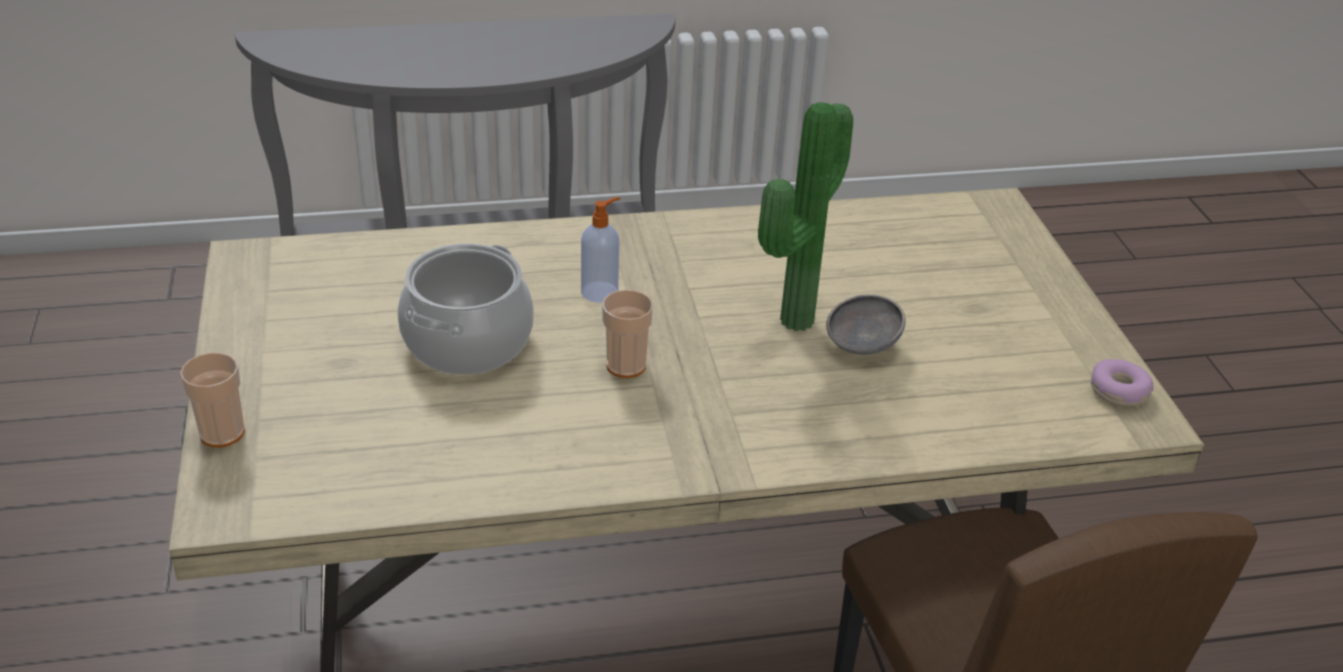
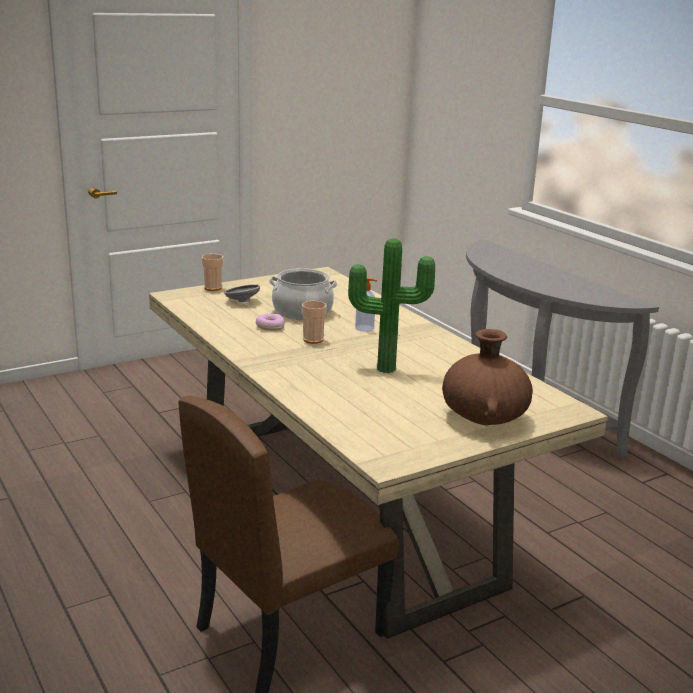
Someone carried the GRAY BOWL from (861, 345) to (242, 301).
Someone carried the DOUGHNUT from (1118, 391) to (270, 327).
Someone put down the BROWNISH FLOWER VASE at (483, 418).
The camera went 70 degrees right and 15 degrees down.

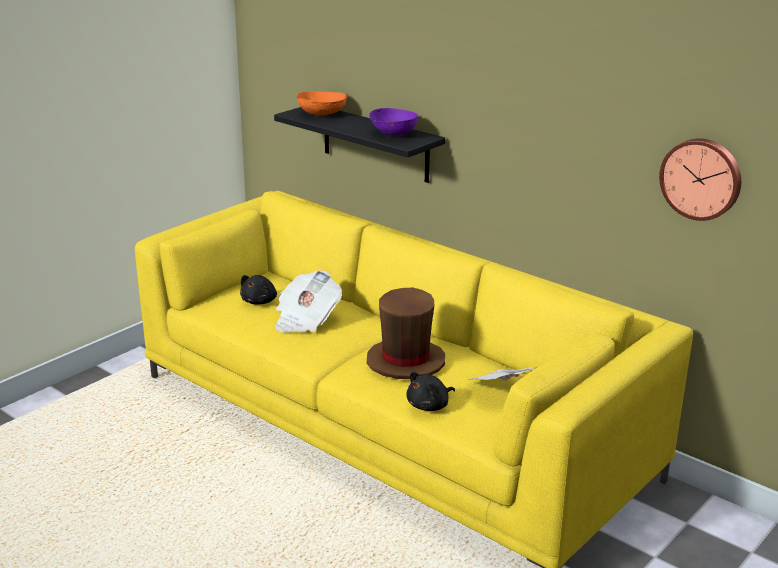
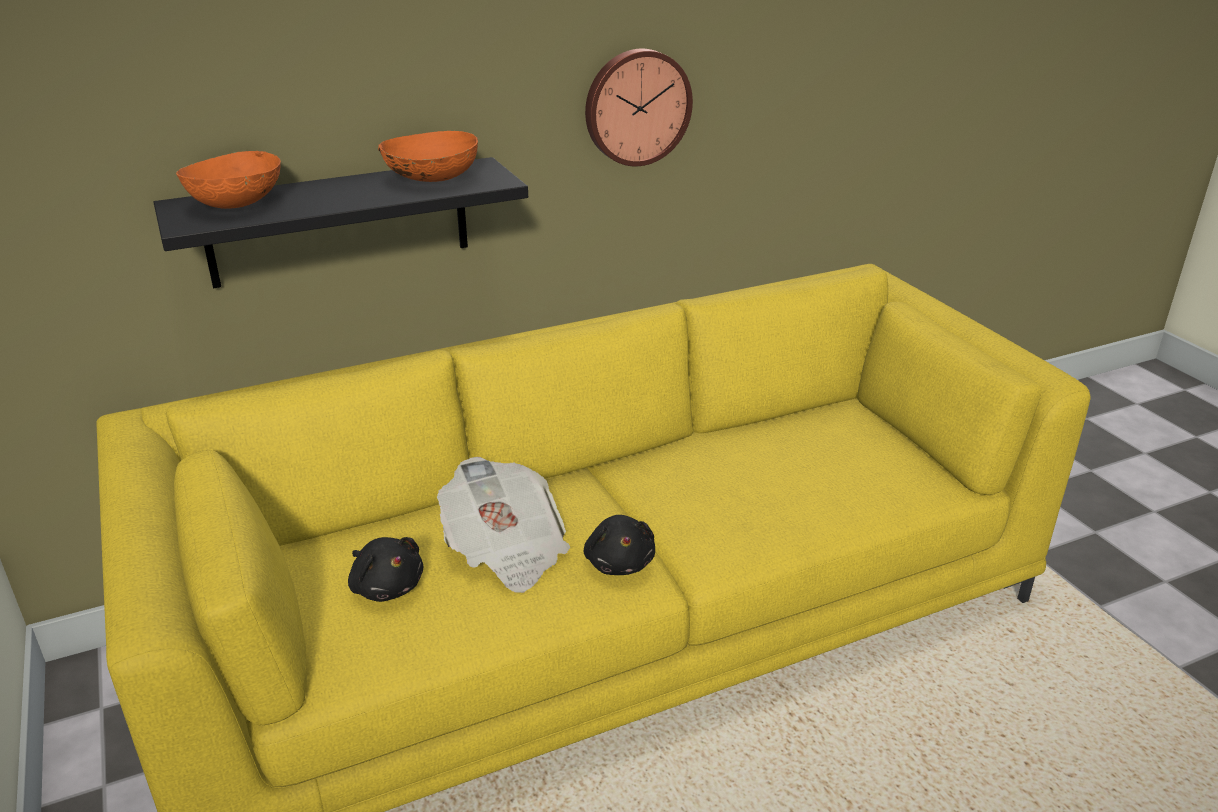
Someone repainted the PURPLISH BOWL at (392, 134), which became the ORANGE-COLOURED BOWL at (431, 180).
Someone carried the BLACK-COLOURED CUDDLY TOY from (429, 406) to (619, 562).
Someone carried the CLOCK ON THE WALL from (701, 178) to (636, 107).
Someone took away the BROWNISH HAT at (405, 361).
Someone took away the PRINTED PAPER at (503, 391).
The camera went 65 degrees left and 5 degrees up.

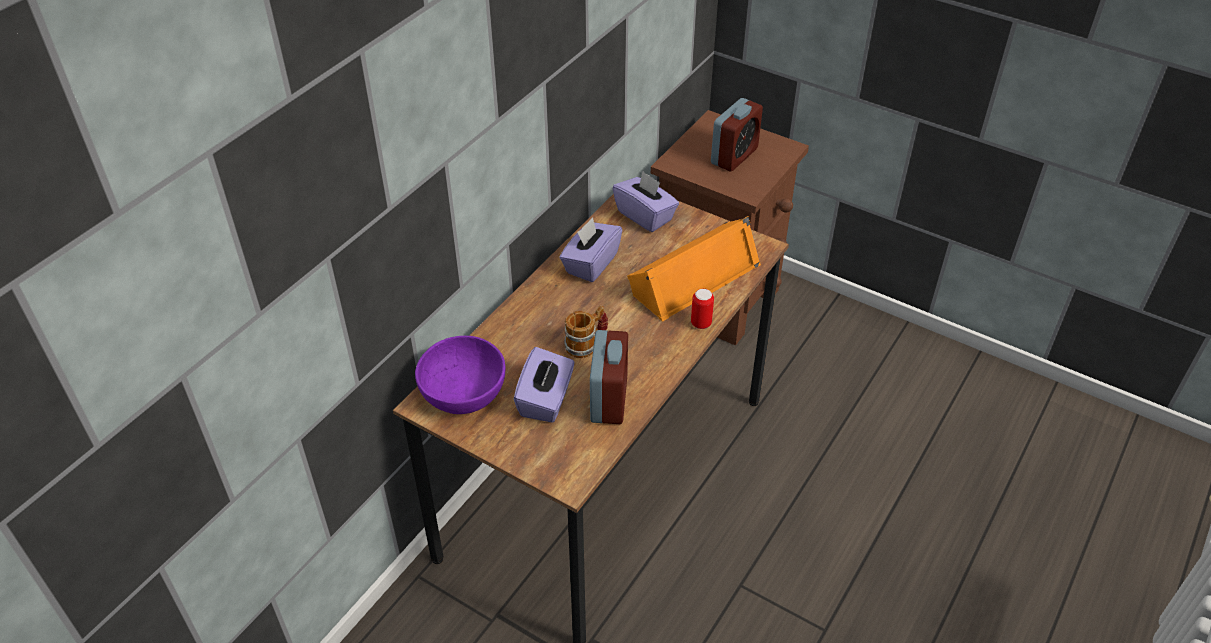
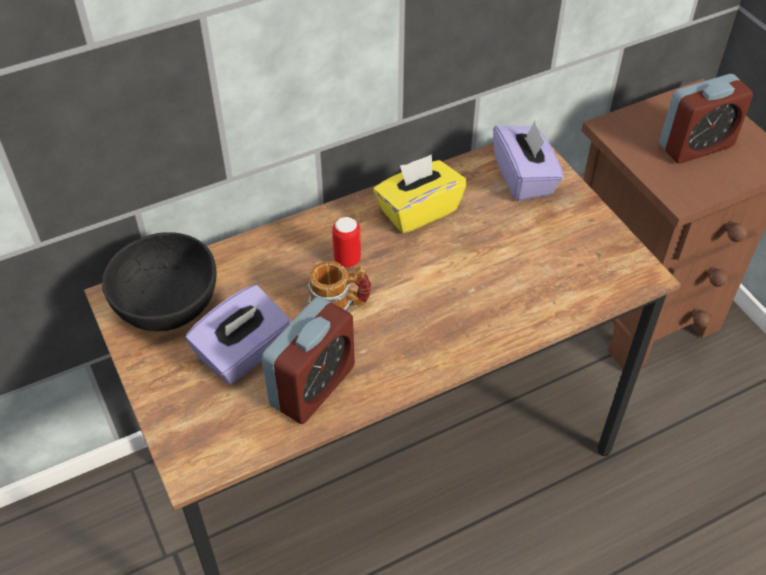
Someone repainted the PURPLISH BOWL at (463, 392), which became the BLACK-COLOURED BOWL at (166, 302).
Someone carried the SEALED CAN from (701, 323) to (347, 260).
Someone repainted the PURPLISH TISSUE BOX at (591, 263), which became the YELLOWISH TISSUE BOX at (418, 211).
Someone took away the ORANGE-COLOURED AUDIO SPEAKER at (693, 276).
The camera went 30 degrees right and 5 degrees up.

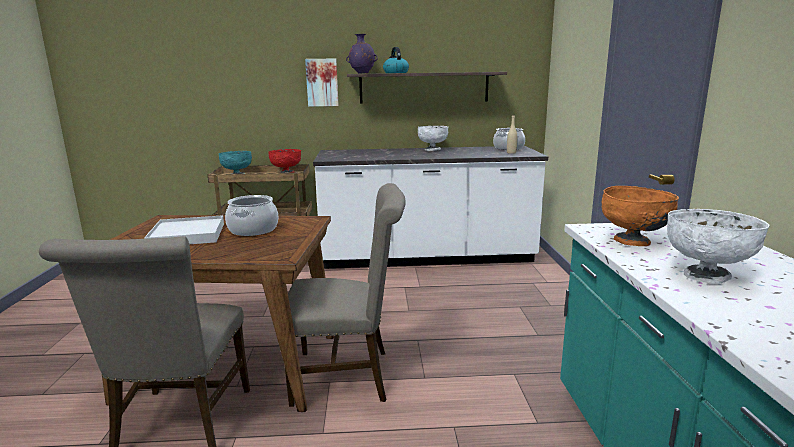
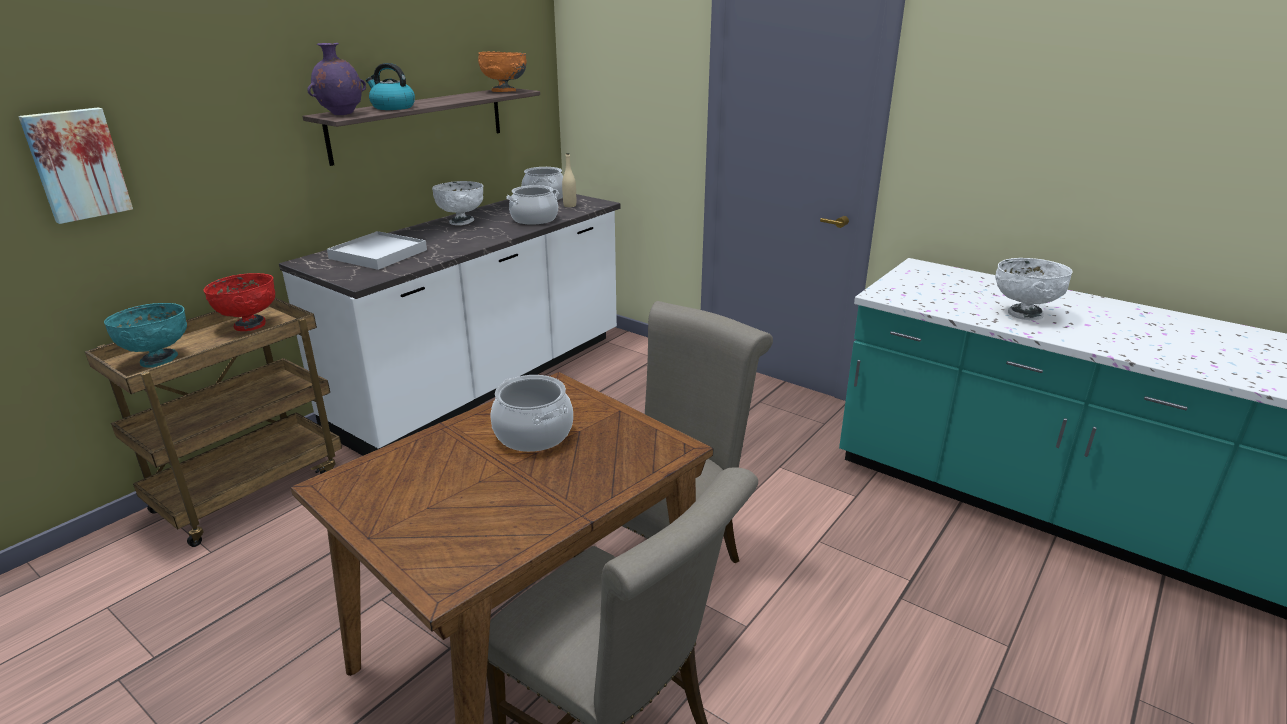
Someone carried the PICTURE from (322, 82) to (77, 164).
Someone carried the WHITE SERVING TRAY from (187, 235) to (378, 254).
Someone carried the ORANGE-COLOURED BOWL from (633, 242) to (504, 91).
Someone put down the STOCKPOT at (534, 219).
The camera went 50 degrees left and 10 degrees up.

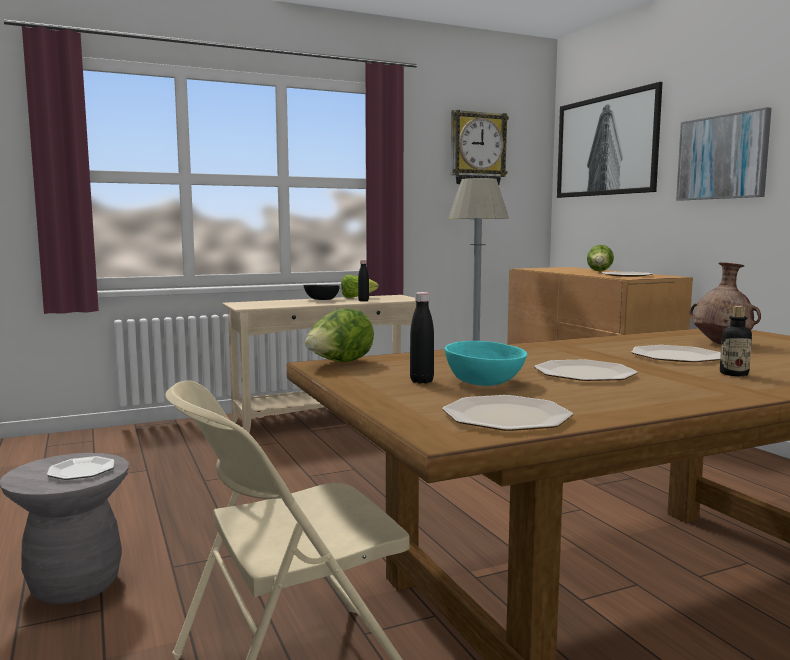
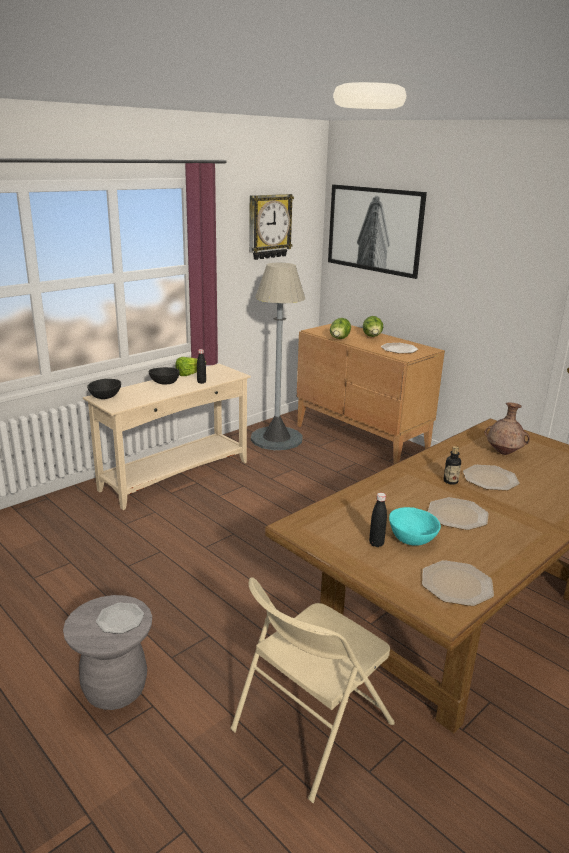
Someone put down the BLACK-COLOURED BOWL at (105, 396).
Someone carried the HEAD OF LETTUCE from (339, 363) to (339, 339).
Someone carried the BEVERAGE BOTTLE from (734, 374) to (450, 481).
Someone took away the PICTURE at (722, 157).
The camera went 20 degrees left and 15 degrees up.

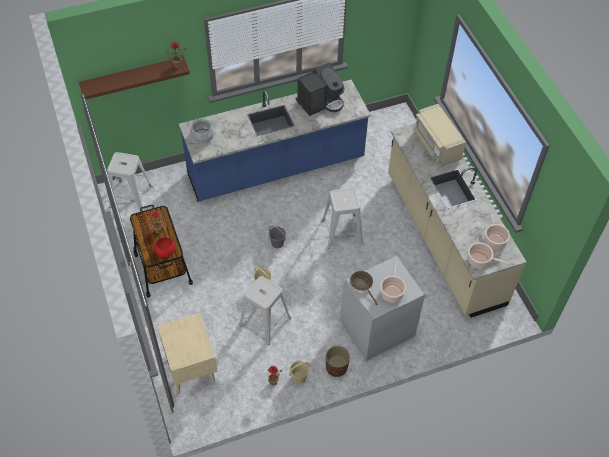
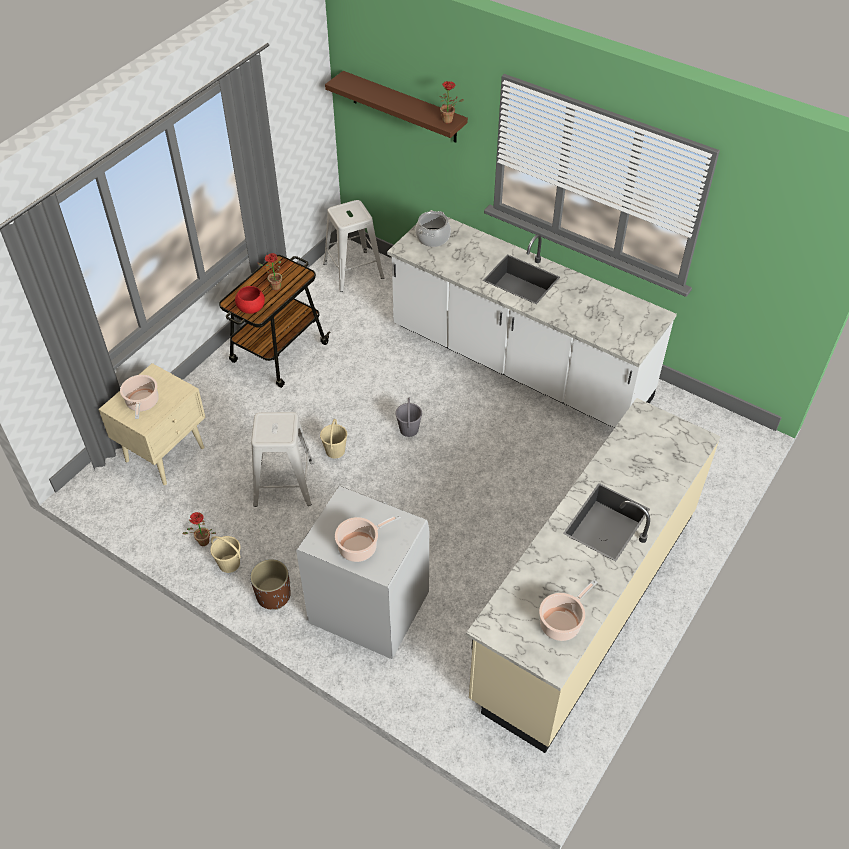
Someone carried the STOCKPOT from (480, 261) to (142, 403).
Someone repainted the BLUE COUNTER at (276, 168), which became the WHITE COUNTER at (519, 365).
Someone took away the COFFEE MAKER at (320, 102).
Someone took away the WHITE SITTING STOOL at (342, 231).
Someone took away the BROWNISH SKILLET at (362, 285).
Someone took away the SAND-COLOURED MICROWAVE OVEN at (436, 144).
The camera went 55 degrees right and 5 degrees down.

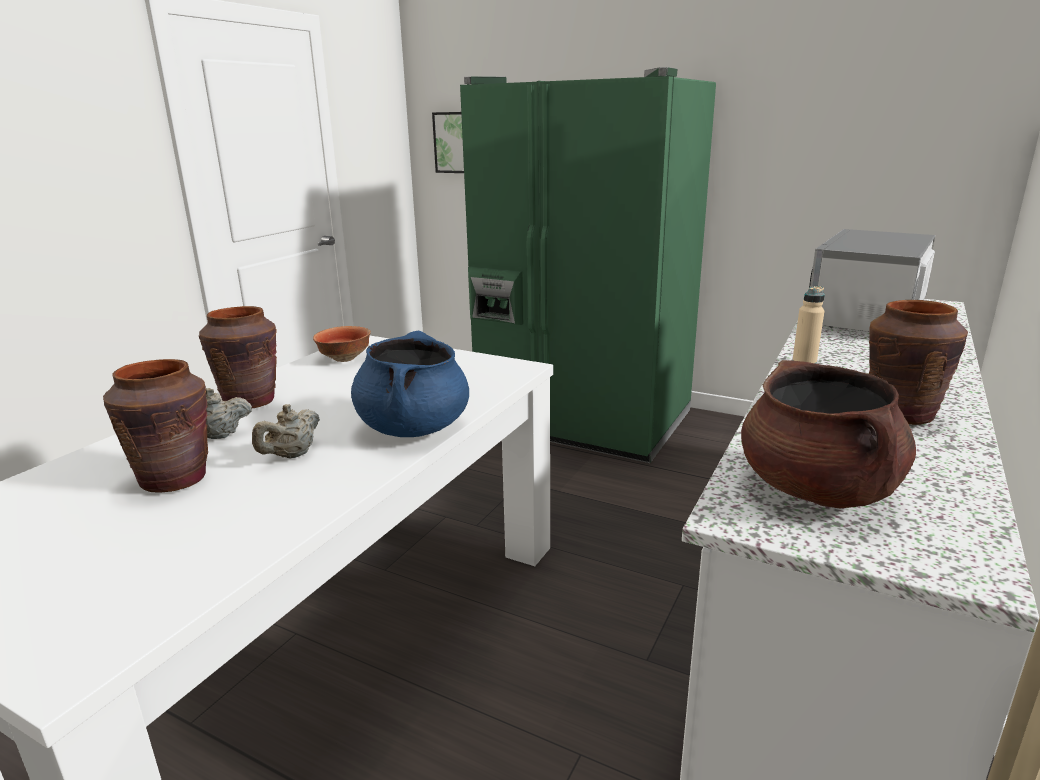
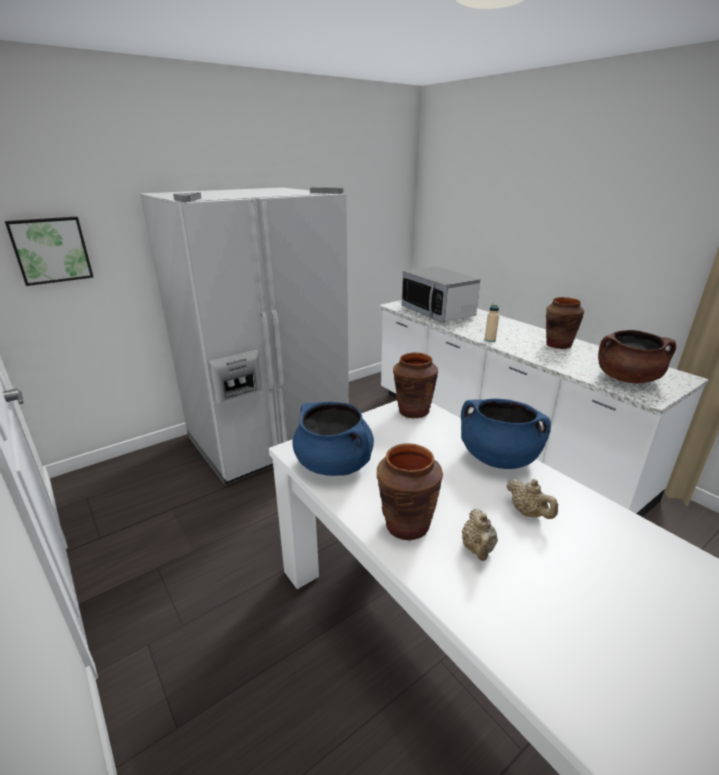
Someone repainted the GREEN KITCHEN FRIDGE at (585, 420), which became the WHITE KITCHEN FRIDGE at (269, 438).
Someone swapped the BOWL at (344, 359) for the BLUE STOCKPOT at (334, 464).
Someone carried the BROWNISH FLOWER VASE from (175, 479) to (413, 411).
The camera went 65 degrees left and 5 degrees up.

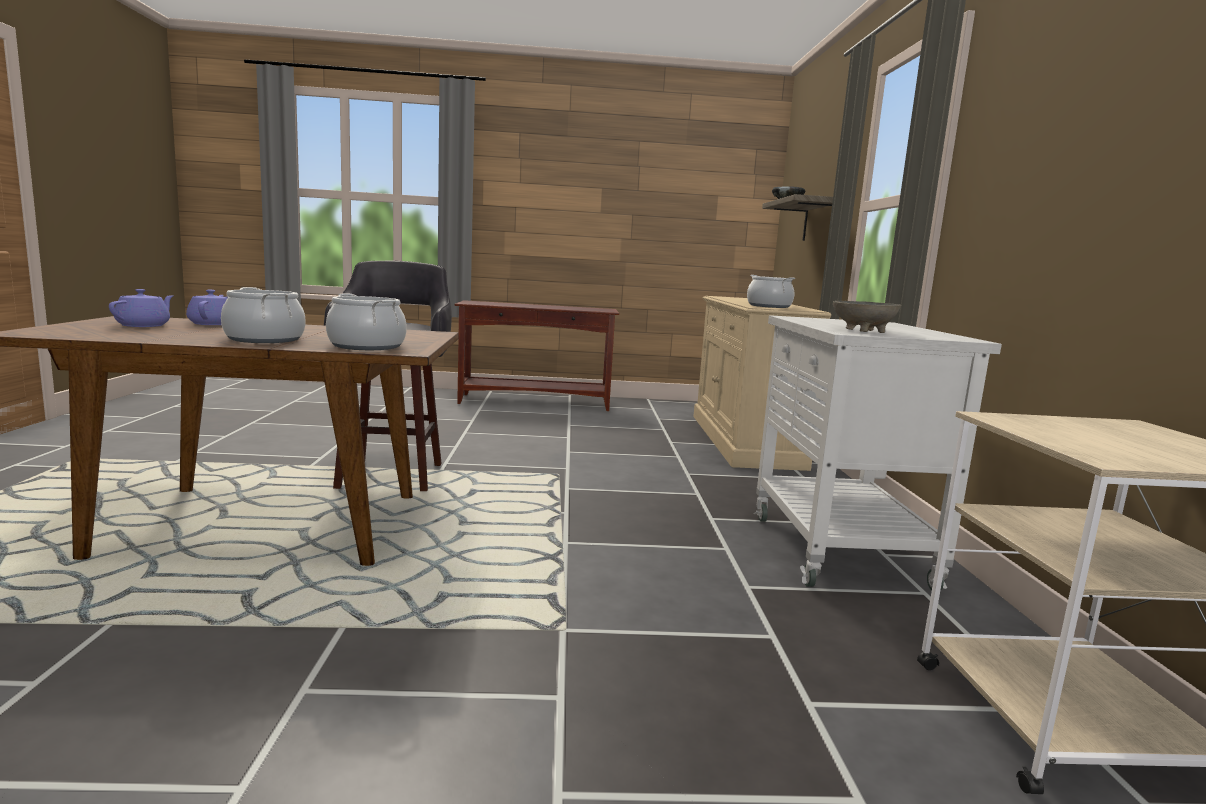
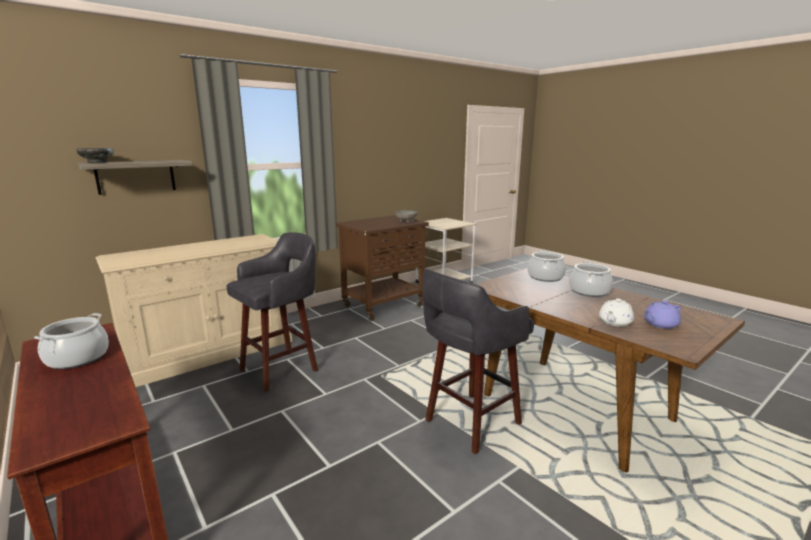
Someone carried the STOCKPOT from (769, 306) to (78, 358).
Someone put down the GRAY SITTING STOOL at (282, 369).
Someone repainted the WHITE CART at (839, 552), which became the BROWNISH CART at (384, 306).
Someone repainted the PURPLISH TEAPOT at (213, 324), which became the WHITE TEAPOT at (614, 322).
The camera went 125 degrees left and 5 degrees up.

